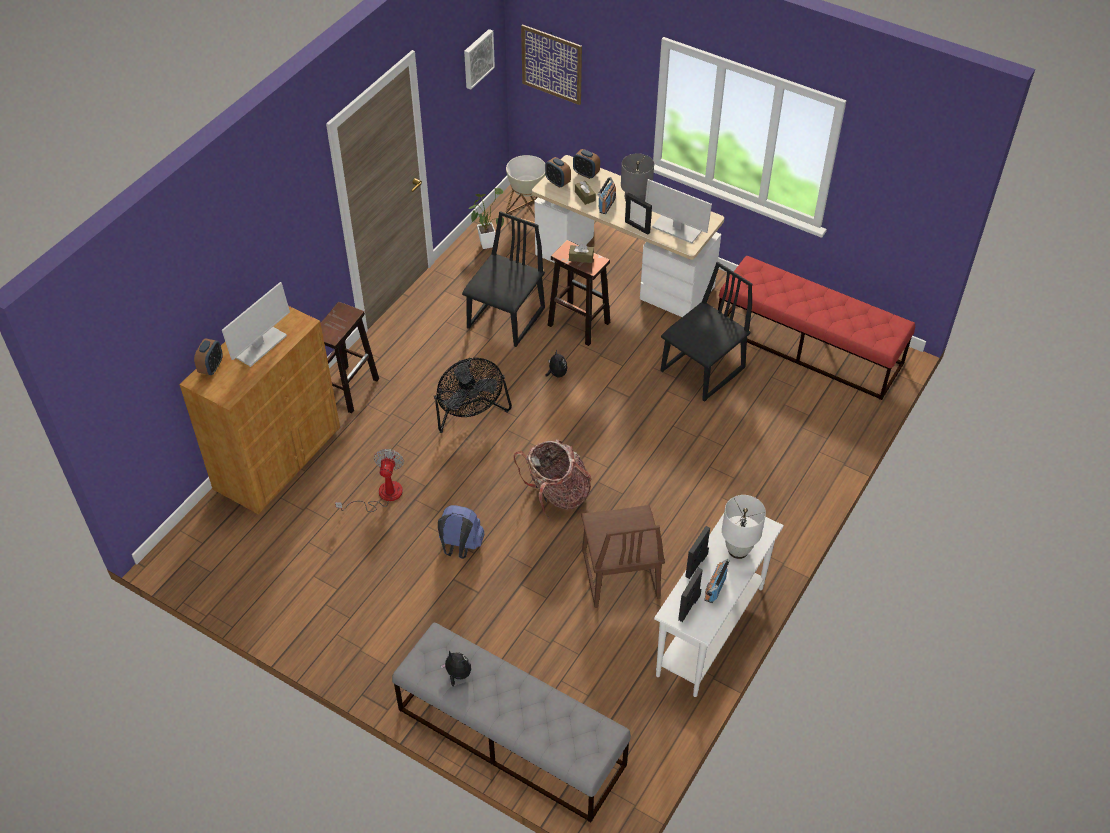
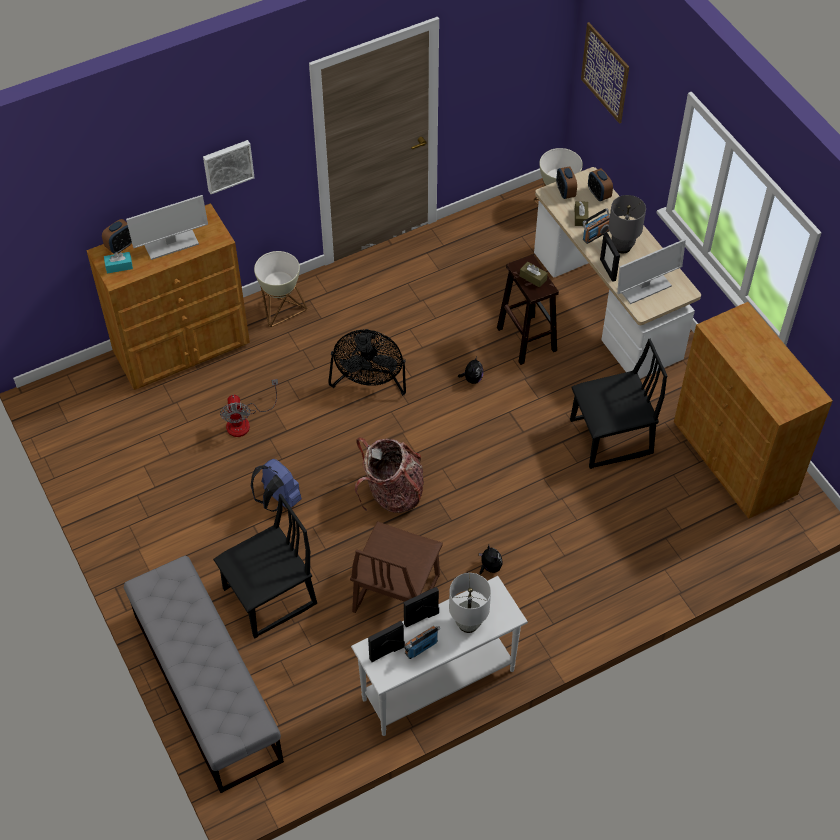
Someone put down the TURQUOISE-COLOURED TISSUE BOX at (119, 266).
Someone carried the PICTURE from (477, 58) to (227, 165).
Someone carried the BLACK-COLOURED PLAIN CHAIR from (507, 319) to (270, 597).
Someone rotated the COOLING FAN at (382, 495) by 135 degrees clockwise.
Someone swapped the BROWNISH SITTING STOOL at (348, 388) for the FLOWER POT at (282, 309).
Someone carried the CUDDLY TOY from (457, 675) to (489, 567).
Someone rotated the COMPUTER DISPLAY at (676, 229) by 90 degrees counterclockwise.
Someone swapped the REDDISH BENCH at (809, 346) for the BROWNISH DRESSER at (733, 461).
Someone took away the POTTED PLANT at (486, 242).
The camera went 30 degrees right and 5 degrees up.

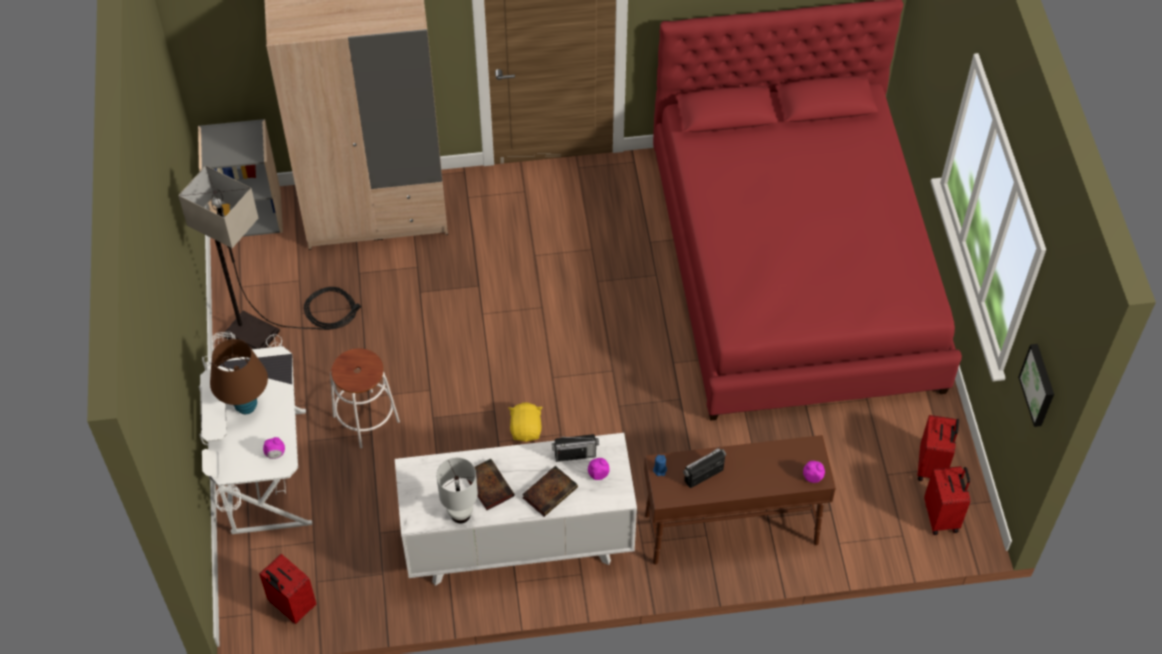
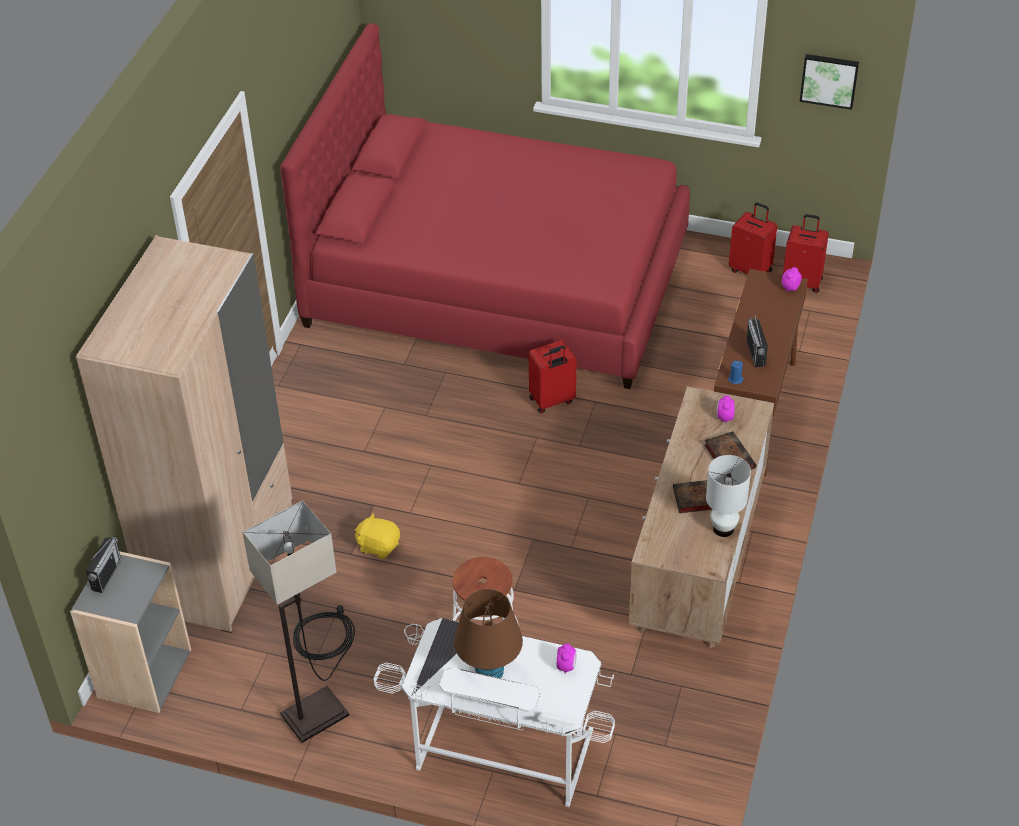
Someone carried the RADIO SET from (575, 455) to (106, 575).
Someone carried the YELLOWISH CUDDLY TOY from (526, 429) to (378, 546).
Someone carried the REDDISH SUITCASE from (291, 606) to (552, 401).
Someone repainted the WHITE DRESSER at (518, 544), which became the GREEN DRESSER at (698, 567).
The camera went 65 degrees left and 10 degrees down.

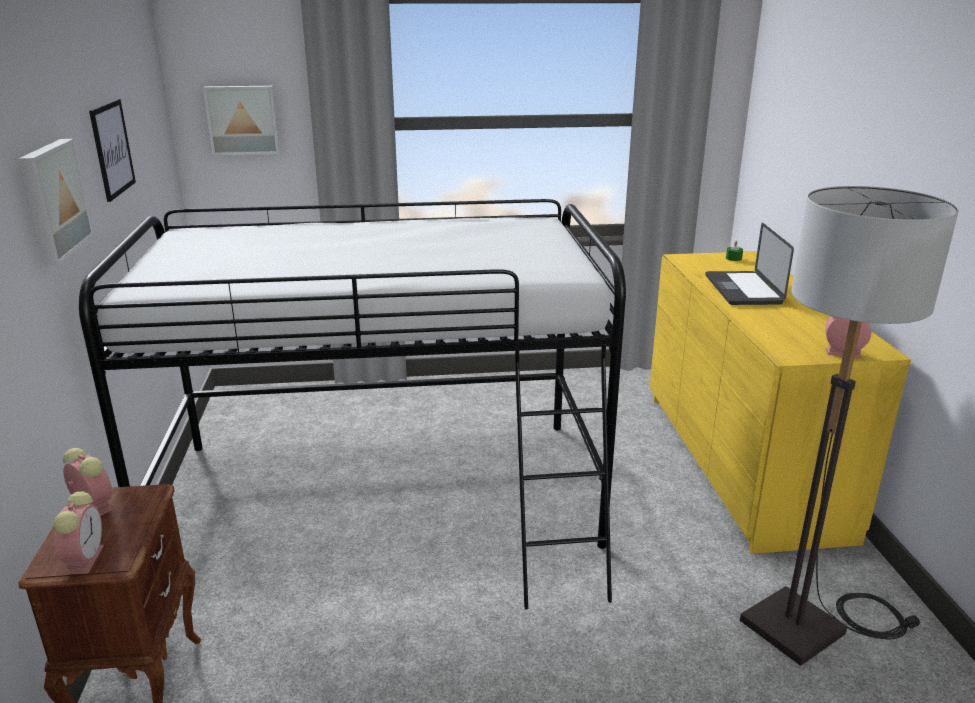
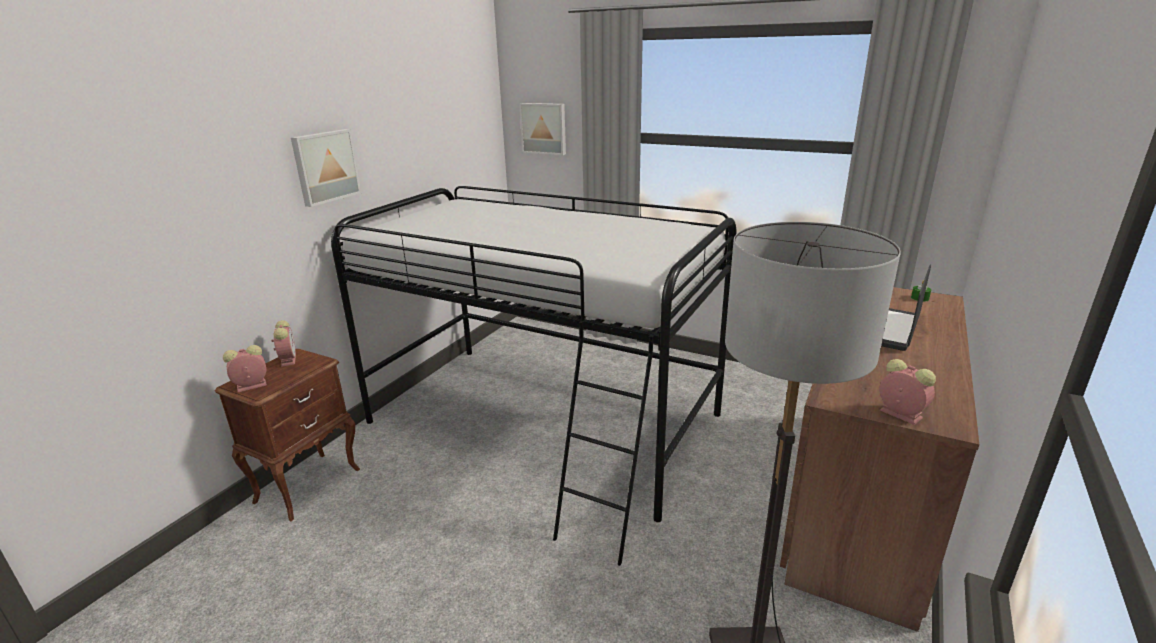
Someone rotated the TABLE CLOCK at (85, 558) by 150 degrees counterclockwise.
Someone repainted the YELLOWISH DRESSER at (741, 462), which became the BROWNISH DRESSER at (862, 501).
Someone took away the PICTURE at (112, 149).
The camera went 35 degrees right and 0 degrees up.

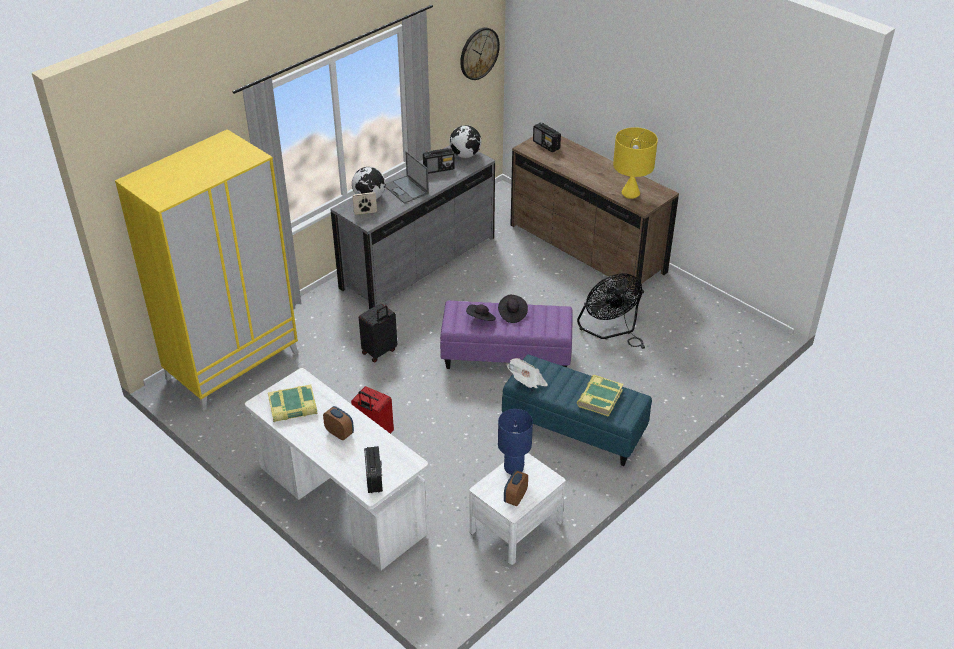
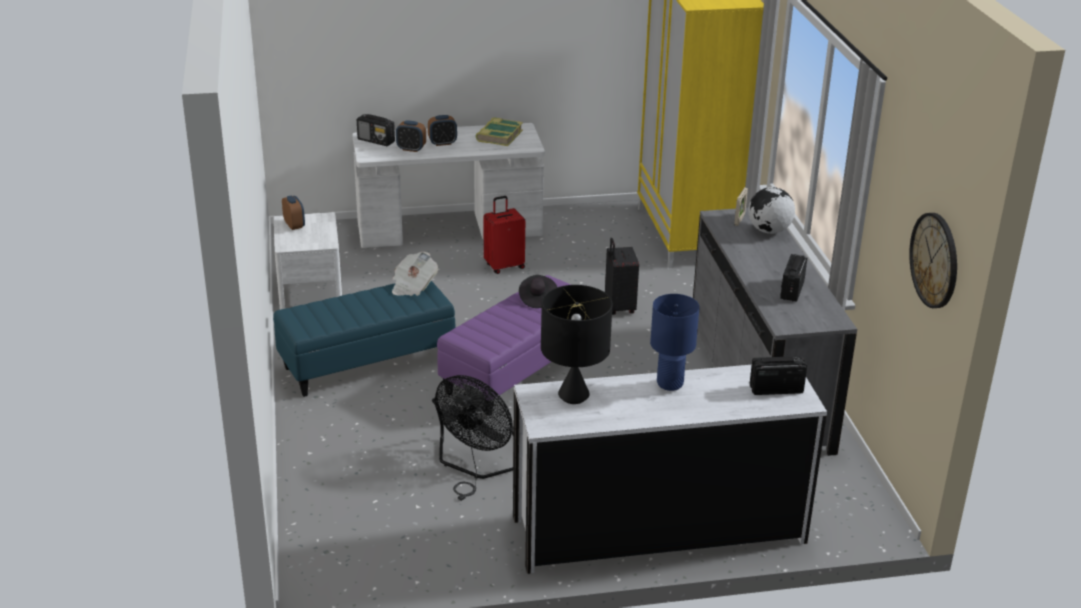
Someone put down the TABLE CLOCK at (411, 149).
Someone rotated the BLACK-COLOURED COOLING FAN at (615, 330) by 75 degrees counterclockwise.
Someone repainted the BROWNISH DRESSER at (587, 249), which became the WHITE DRESSER at (656, 528).
Someone repainted the YELLOWISH TABLE LAMP at (630, 194), which became the BLACK-COLOURED TABLE LAMP at (573, 397).
Someone carried the BLUE TABLE LAMP from (514, 469) to (670, 386).
Someone took away the LAPTOP at (406, 190).
Someone took away the WORLD GLOBE at (465, 155).
Someone took away the BLACK-COLOURED HAT at (512, 314).
Someone took away the VOLUME at (599, 398).
The camera went 125 degrees right and 10 degrees down.

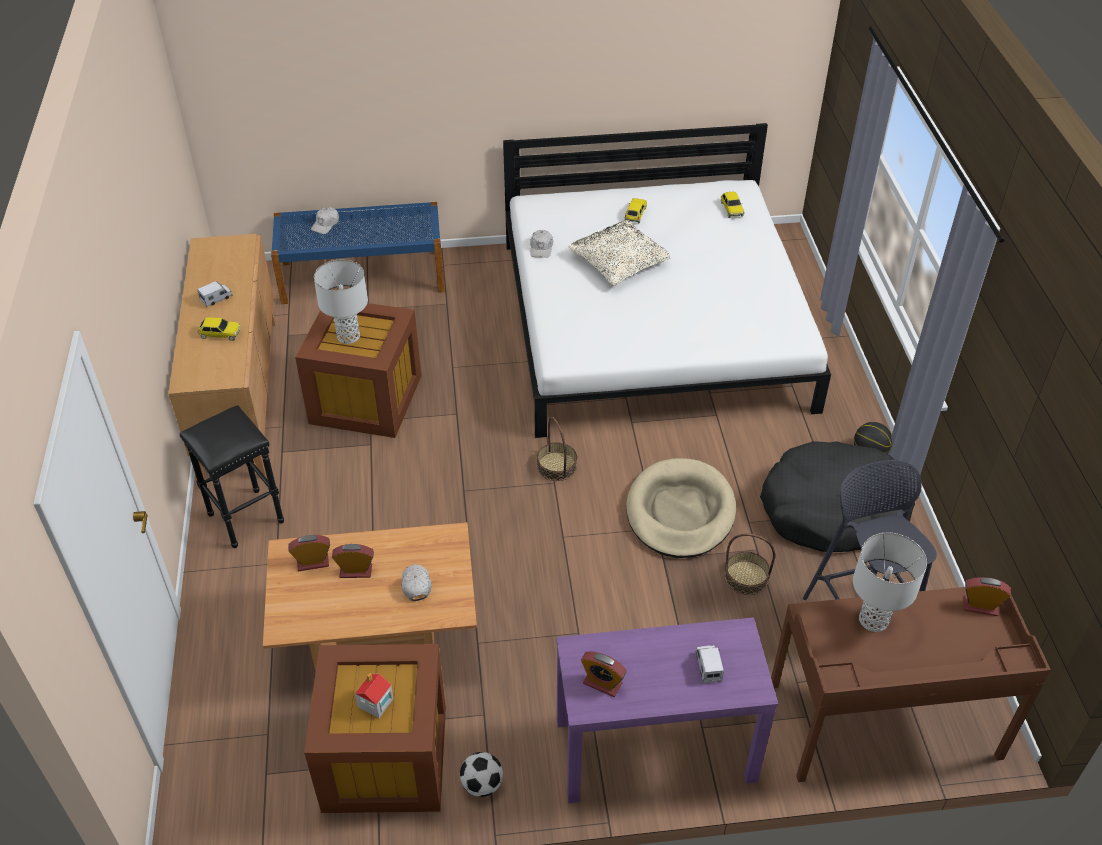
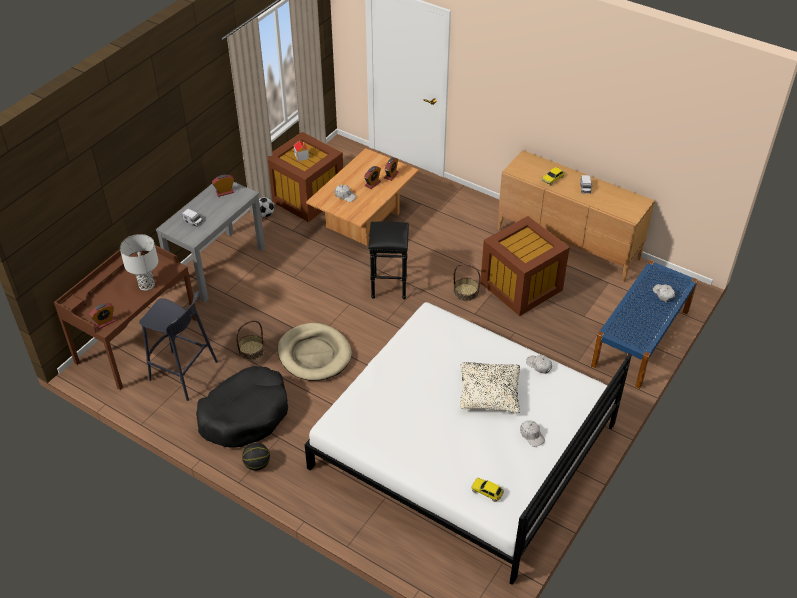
Someone repainted the PURPLISH CONSOLE TABLE at (654, 750), which became the GRAY CONSOLE TABLE at (217, 265).
Someone carried the BLACK-COLOURED SITTING STOOL from (244, 517) to (390, 286).
Someone carried the HOUSEHOLD BASKET from (557, 466) to (465, 292).
Someone swapped the MINIATURE CAR at (635, 214) for the WHITE BASEBALL CAP at (532, 435).
Someone took away the WHITE TABLE LAMP at (348, 336).
The camera went 130 degrees right and 0 degrees up.

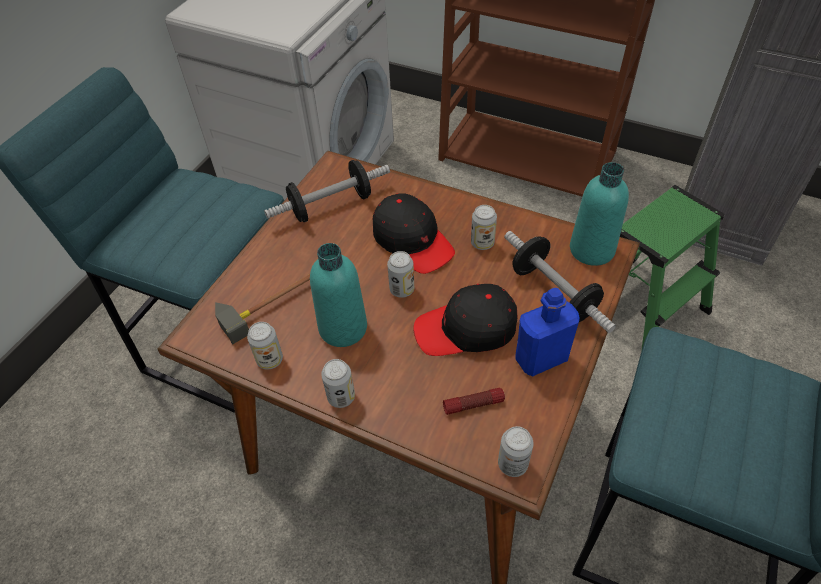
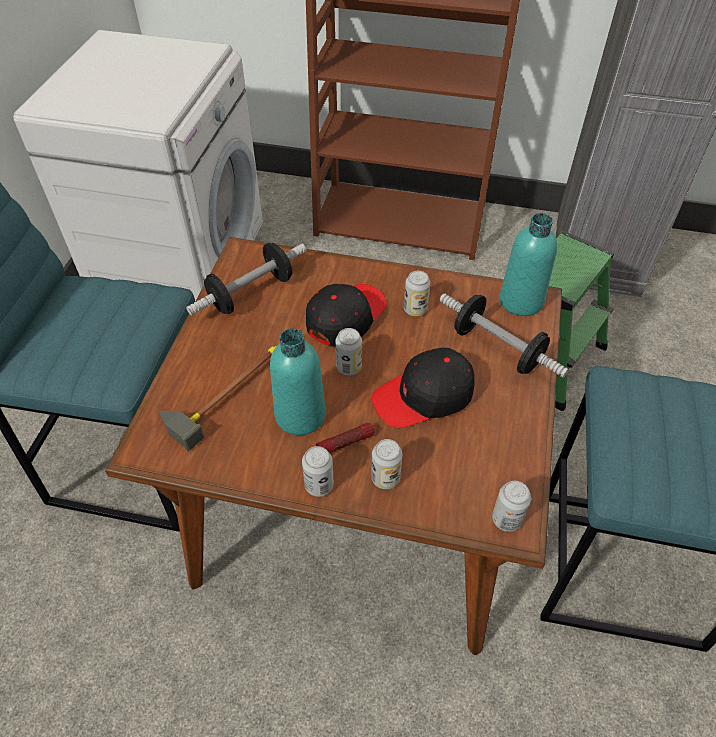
Someone rotated the BLACK-COLOURED BASEBALL CAP at (412, 241) by 90 degrees counterclockwise.
Someone carried the TORCH from (473, 404) to (345, 443).
Someone carried the SEALED CAN from (270, 360) to (385, 478).
Someone took away the BLUE BEVERAGE BOTTLE at (541, 358).
The camera went 15 degrees left and 0 degrees up.

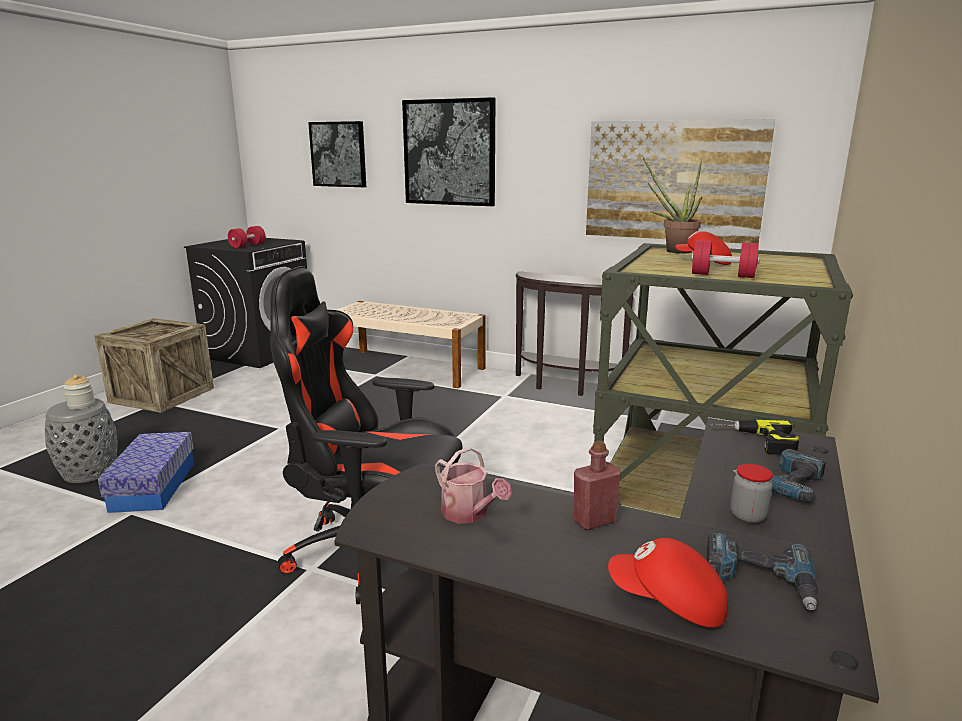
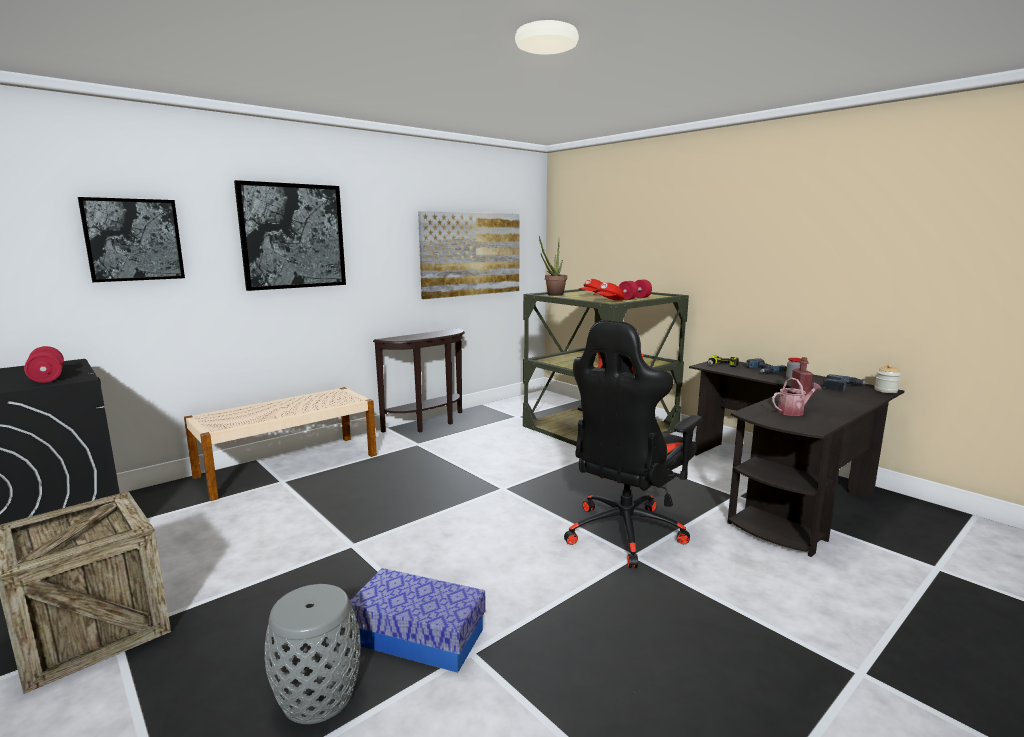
Someone carried the REDDISH BASEBALL CAP from (668, 603) to (608, 301).
Someone carried the PRESERVE JAR from (82, 405) to (885, 390).
The camera went 65 degrees left and 5 degrees down.

